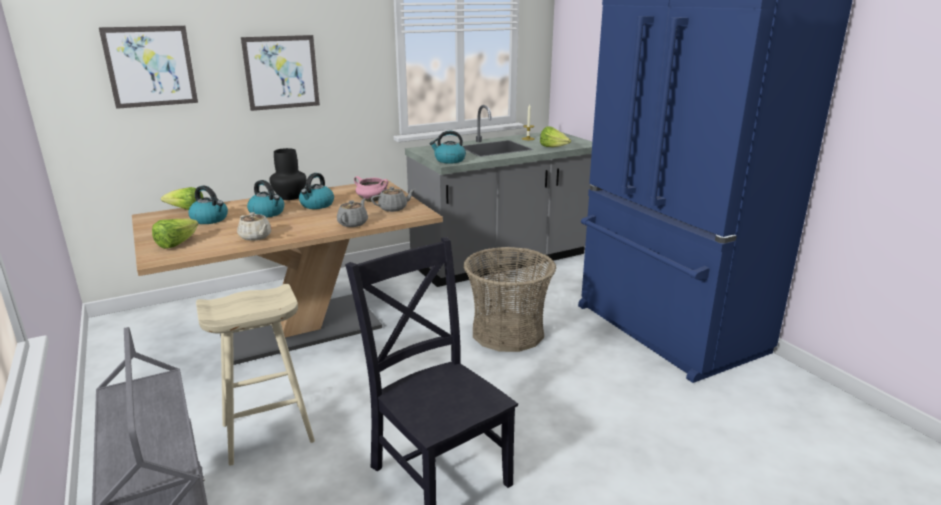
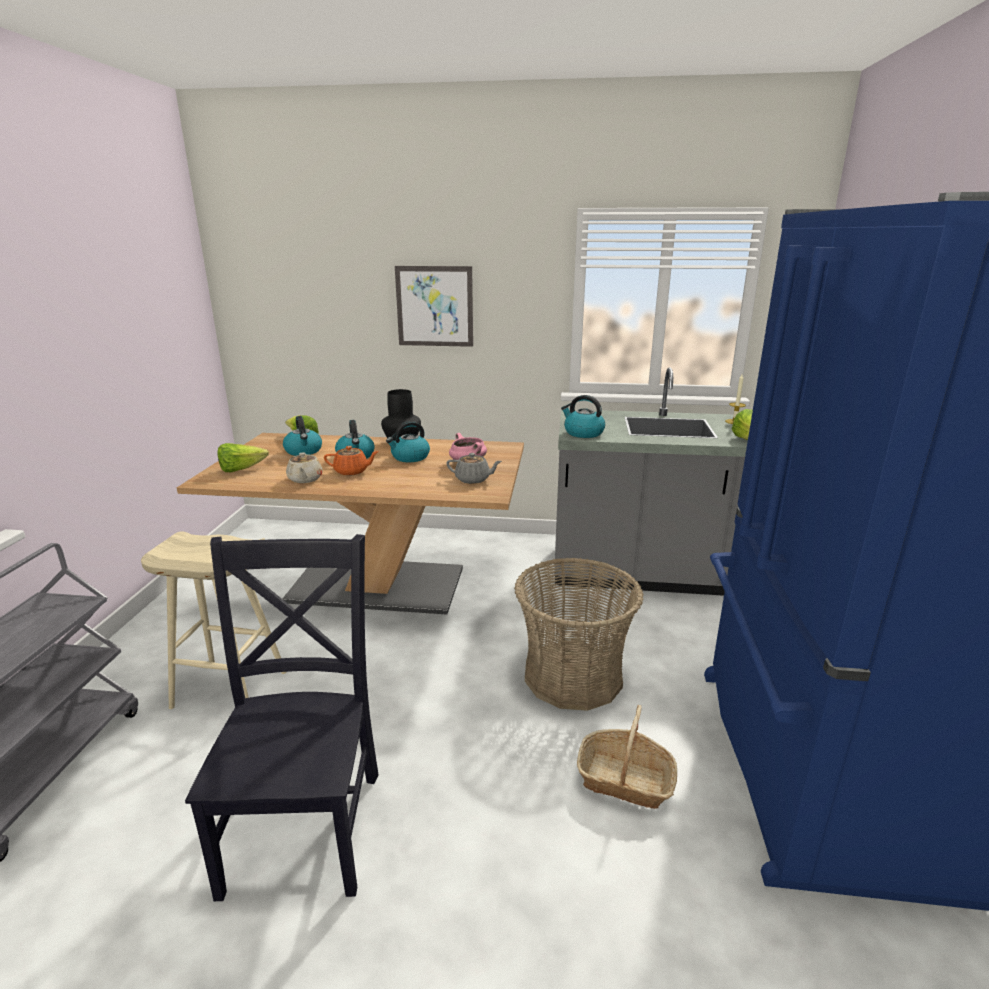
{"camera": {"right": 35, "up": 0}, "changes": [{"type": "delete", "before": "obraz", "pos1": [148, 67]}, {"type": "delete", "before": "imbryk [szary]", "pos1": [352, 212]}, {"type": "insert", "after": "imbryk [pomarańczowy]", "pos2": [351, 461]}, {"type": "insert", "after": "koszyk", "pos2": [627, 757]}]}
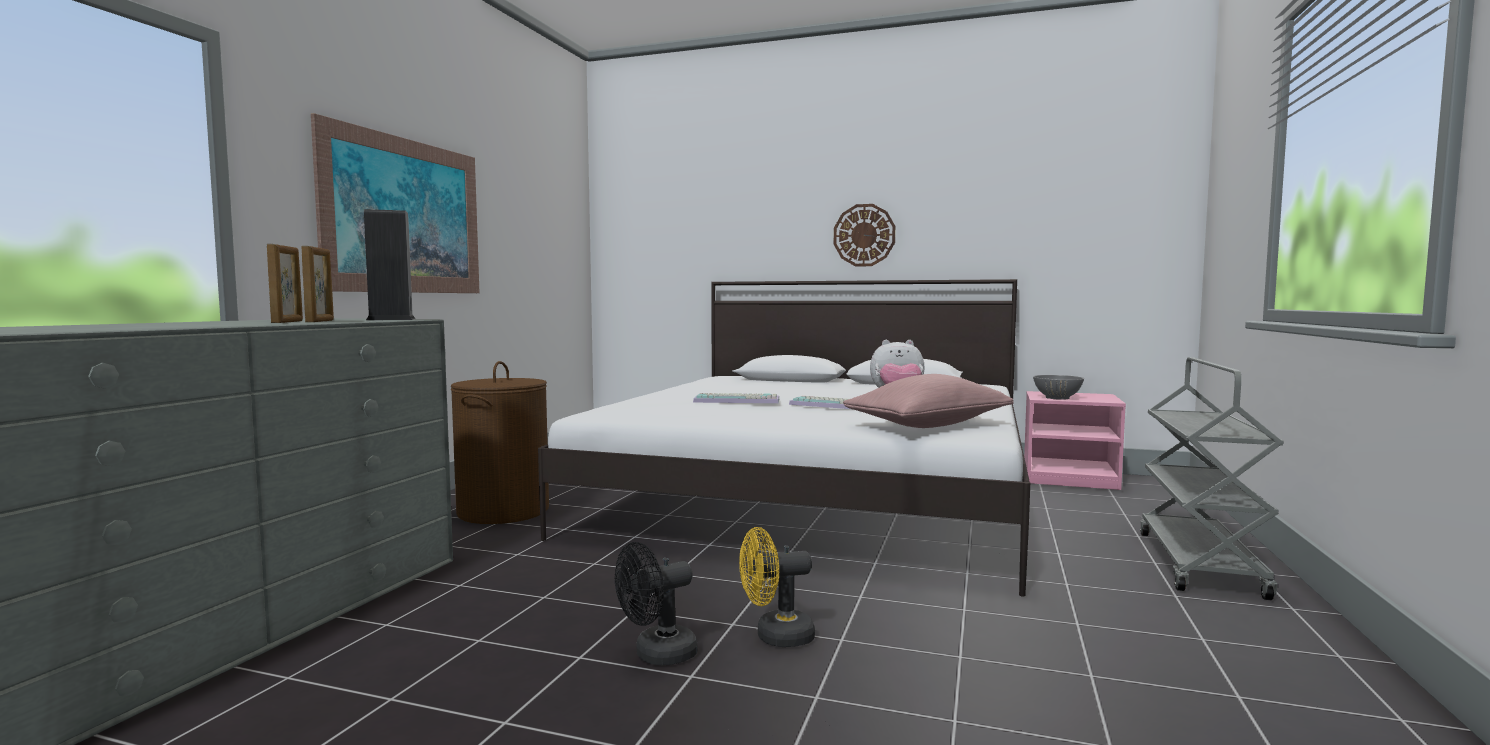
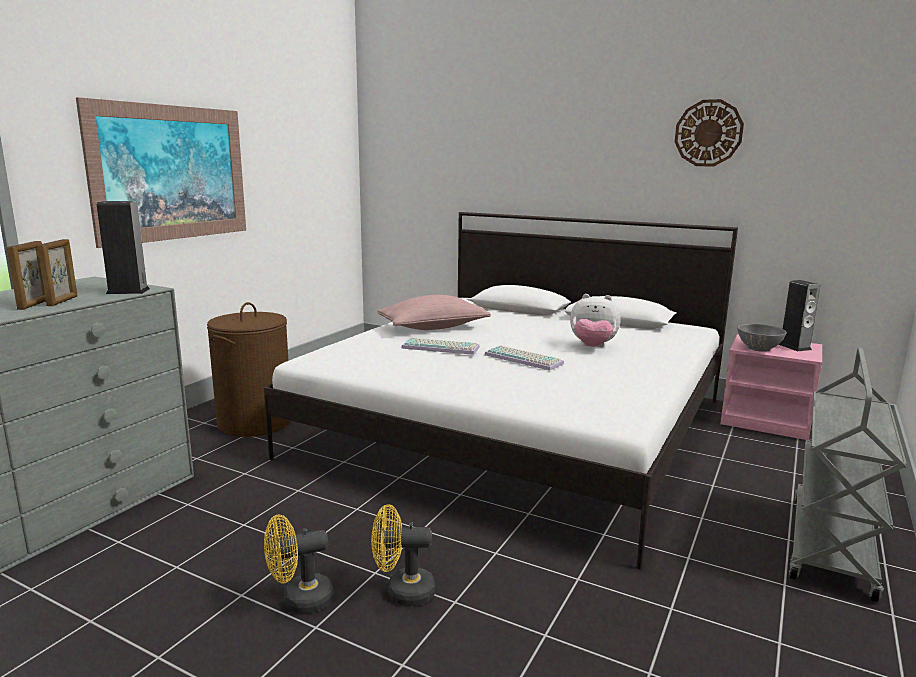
{"camera": {"right": 10, "up": 10}, "changes": [{"type": "insert", "after": "głośnik", "pos2": [799, 315]}, {"type": "move", "before": "zegar ścienny", "pos1": [864, 235], "pos2": [709, 133]}, {"type": "move", "before": "poduszka [różowy]", "pos1": [928, 401], "pos2": [434, 312]}, {"type": "recolor", "before": "wentylator [czarny]", "after": "wentylator [żółty]", "pos1": [656, 603], "pos2": [299, 564]}]}
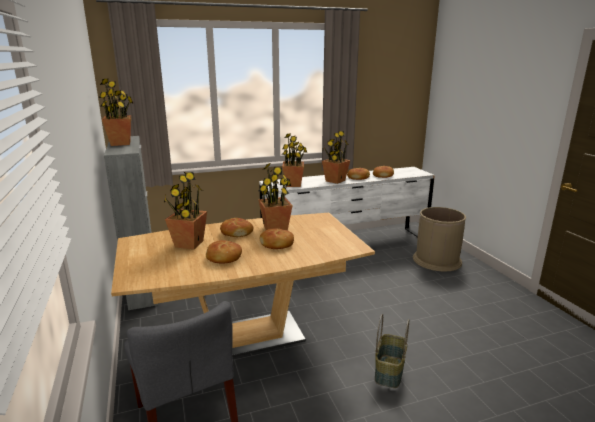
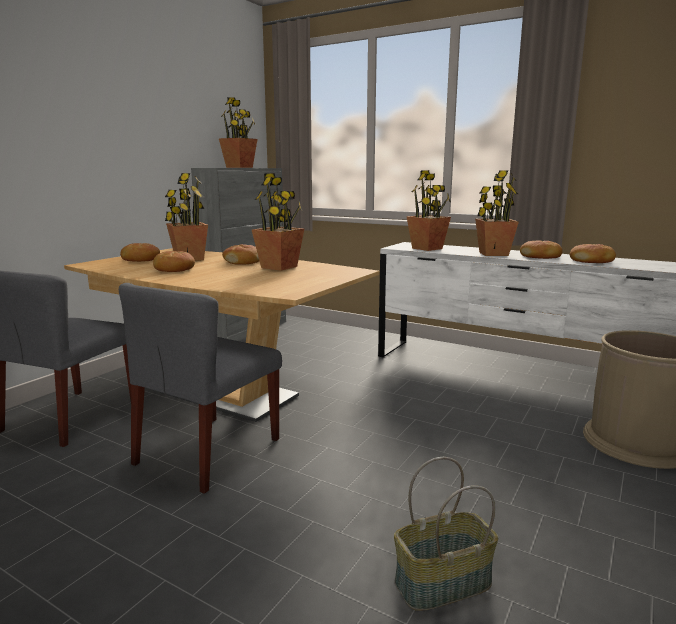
{"camera": {"right": 50, "up": -5}, "changes": [{"type": "insert", "after": "krzesło [szary]", "pos2": [200, 388]}, {"type": "move", "before": "chleb", "pos1": [277, 239], "pos2": [140, 252]}, {"type": "move", "before": "koszyk", "pos1": [392, 351], "pos2": [446, 534]}]}
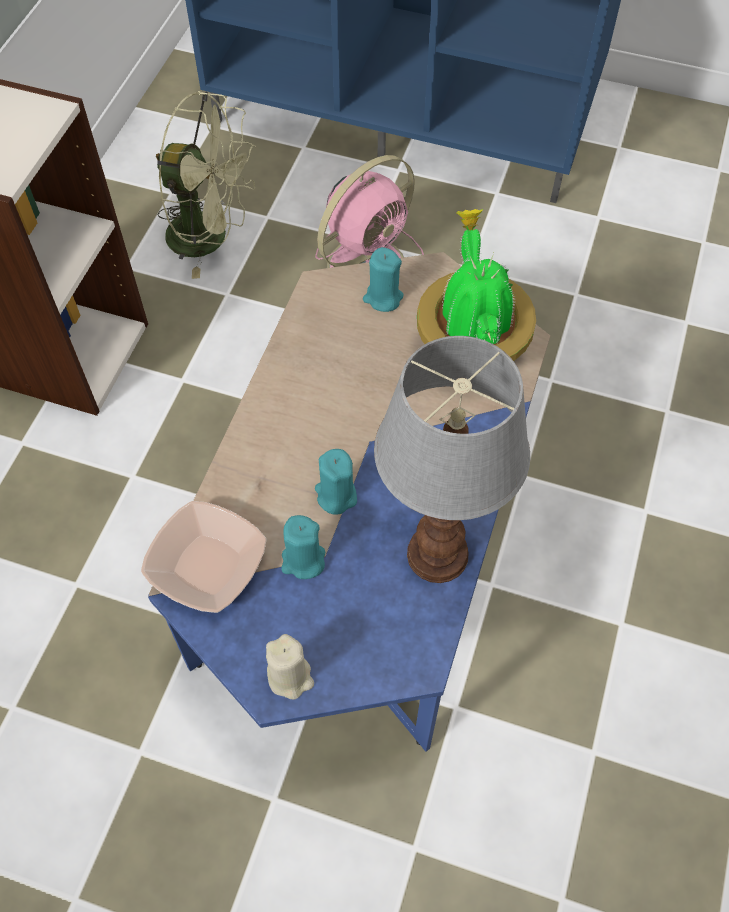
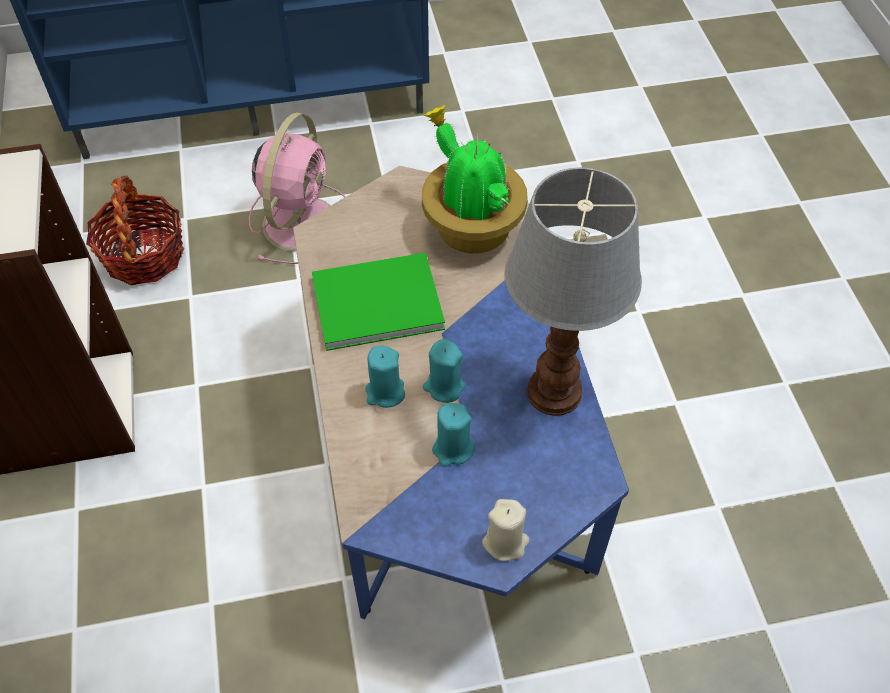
{"camera": {"right": -30, "up": -5}, "changes": [{"type": "delete", "before": "miska", "pos1": [203, 557]}, {"type": "insert", "after": "książka [zielony]", "pos2": [378, 302]}, {"type": "move", "before": "świeca [turkusowy]", "pos1": [383, 279], "pos2": [385, 377]}, {"type": "replace", "before": "wentylator [zielony]", "after": "koszyk", "pos1": [206, 185], "pos2": [135, 230]}]}
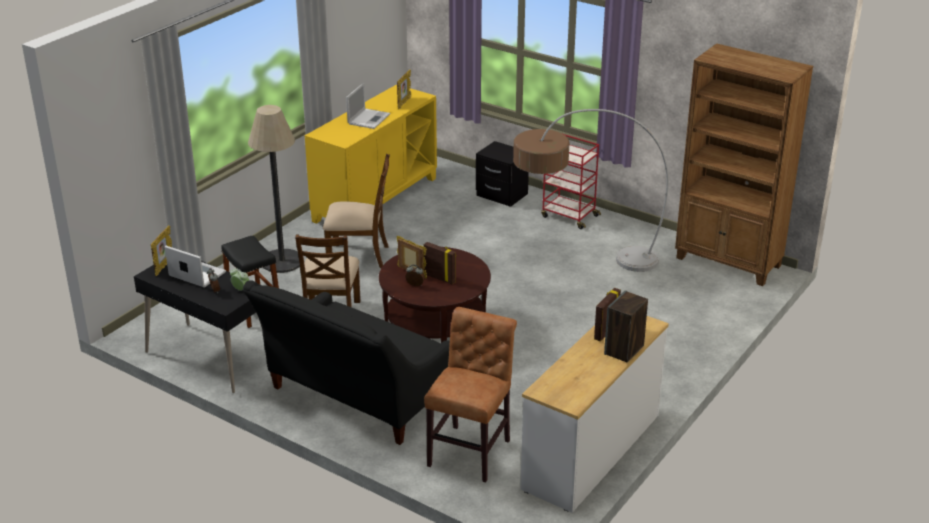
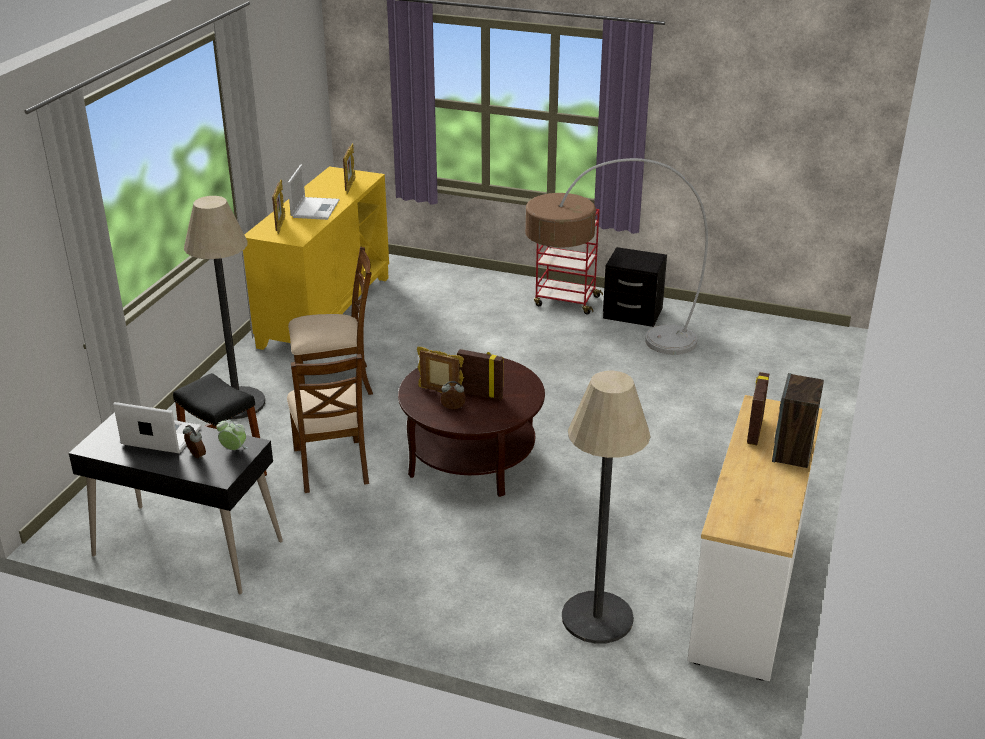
{"camera": {"right": -15, "up": 0}, "changes": [{"type": "delete", "before": "kanapa [czarny]", "pos1": [346, 362]}, {"type": "delete", "before": "regał [brązowy]", "pos1": [744, 164]}, {"type": "move", "before": "ramka na zdjęcie", "pos1": [161, 250], "pos2": [278, 207]}, {"type": "move", "before": "szafka nocna [czarny]", "pos1": [502, 174], "pos2": [635, 287]}, {"type": "replace", "before": "krzesło [brązowy]", "after": "lampa stojąca", "pos1": [470, 394], "pos2": [606, 507]}]}
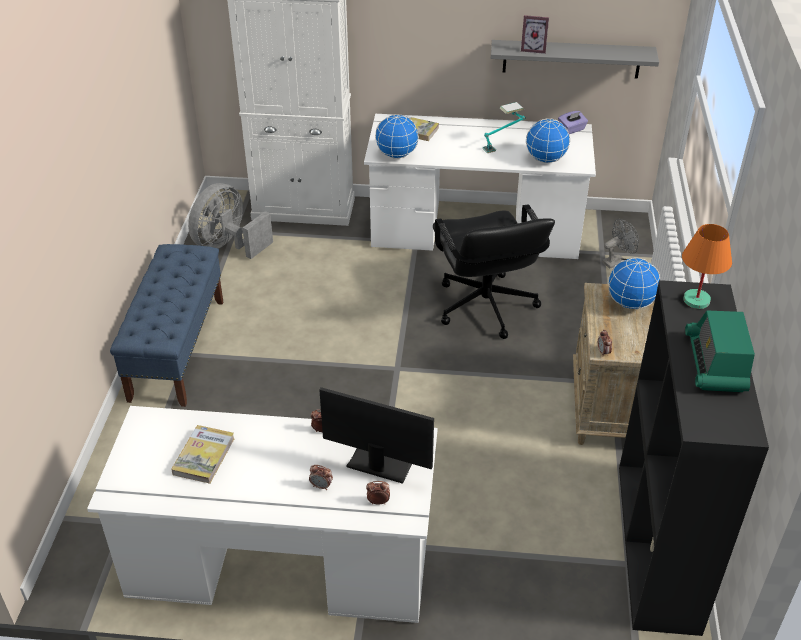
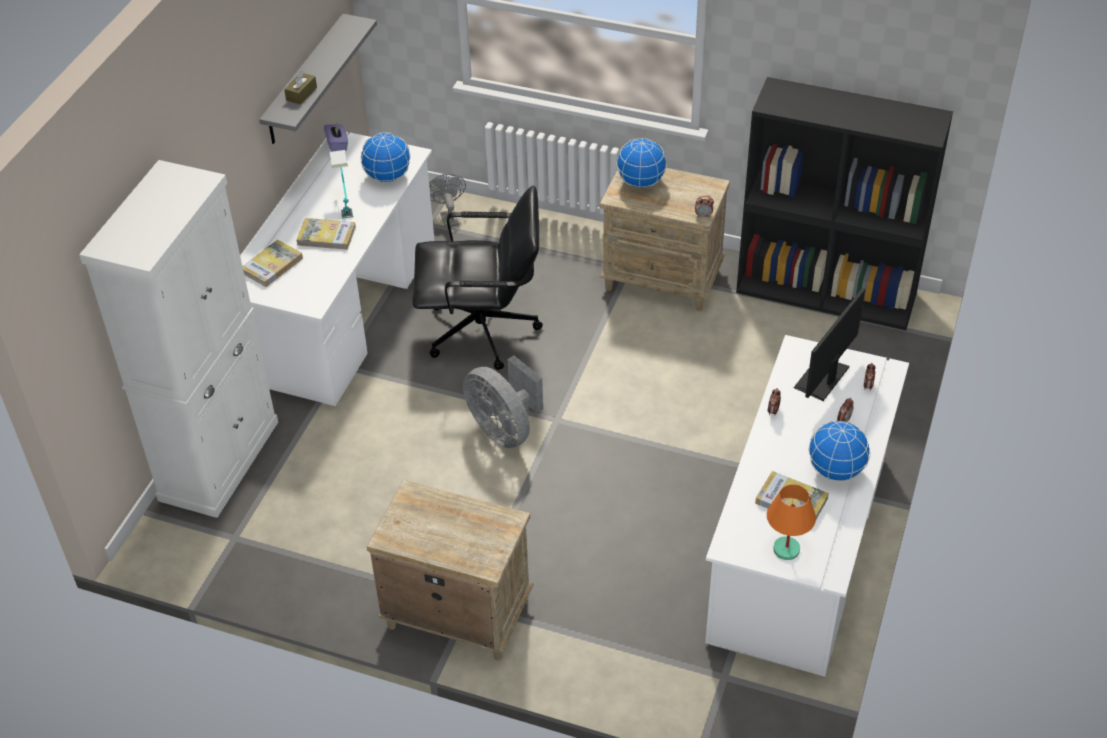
{"camera": {"right": -75, "up": 5}, "changes": [{"type": "delete", "before": "radio", "pos1": [720, 351]}, {"type": "insert", "after": "książka", "pos2": [326, 234]}, {"type": "move", "before": "wentylator [szary]", "pos1": [230, 221], "pos2": [503, 401]}, {"type": "move", "before": "globus", "pos1": [397, 136], "pos2": [839, 451]}, {"type": "move", "before": "lampa stołowa [pomarańczowy]", "pos1": [707, 266], "pos2": [791, 522]}, {"type": "replace", "before": "ławka [niebieski]", "after": "szafka nocna [beżowy]", "pos1": [166, 325], "pos2": [450, 570]}, {"type": "replace", "before": "ramka na zdjęcie", "after": "pudełko chusteczek [brązowy]", "pos1": [535, 34], "pos2": [300, 87]}]}
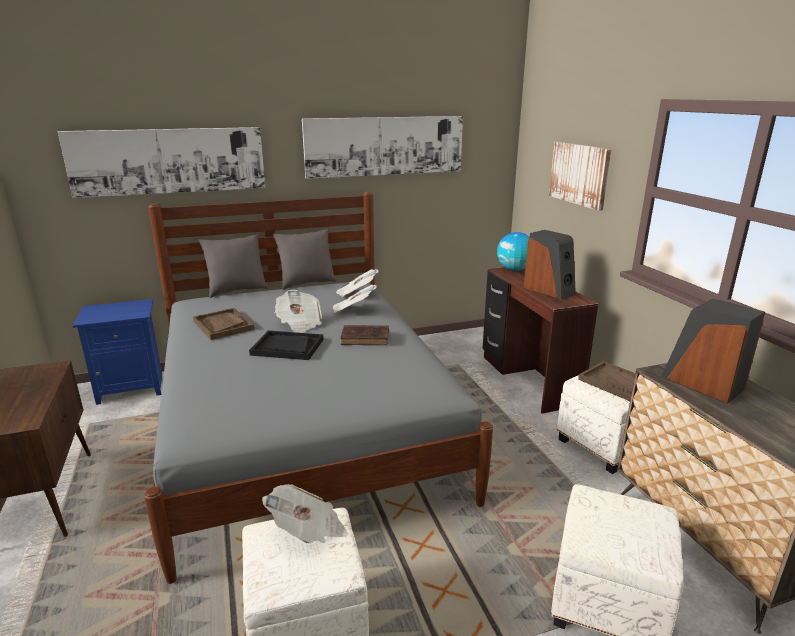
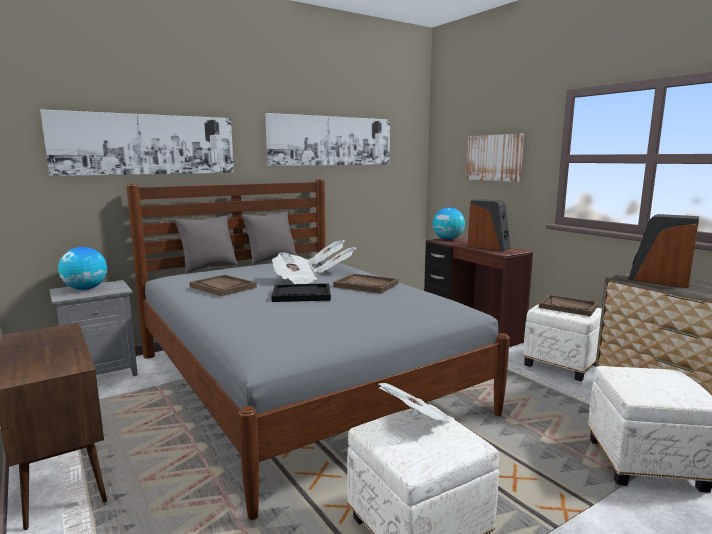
{"camera": {"right": -15, "up": -10}, "changes": [{"type": "insert", "after": "globus", "pos2": [82, 268]}, {"type": "replace", "before": "książka [brązowy]", "after": "taca [brązowy]", "pos1": [365, 335], "pos2": [365, 283]}, {"type": "recolor", "before": "szafka nocna [niebieski]", "after": "szafka nocna [szary]", "pos1": [117, 352], "pos2": [93, 328]}]}
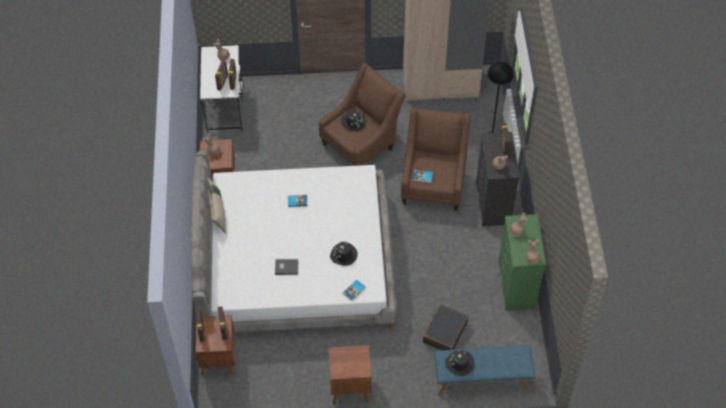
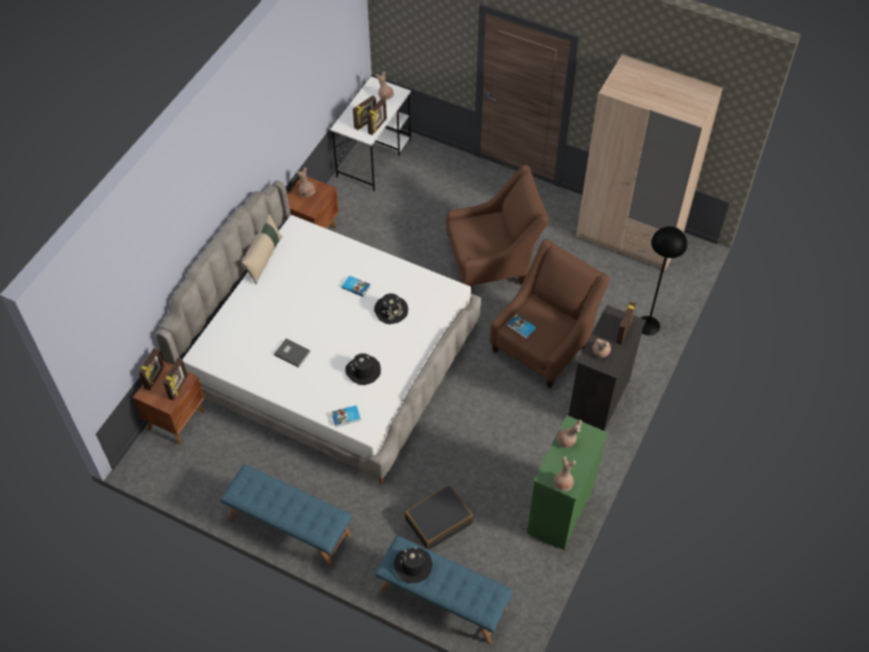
{"camera": {"right": 30, "up": 0}, "changes": [{"type": "move", "before": "kapelusz [czarny]", "pos1": [354, 120], "pos2": [391, 308]}, {"type": "replace", "before": "szafka nocna [brązowy]", "after": "ławka [niebieski]", "pos1": [350, 374], "pos2": [286, 515]}]}
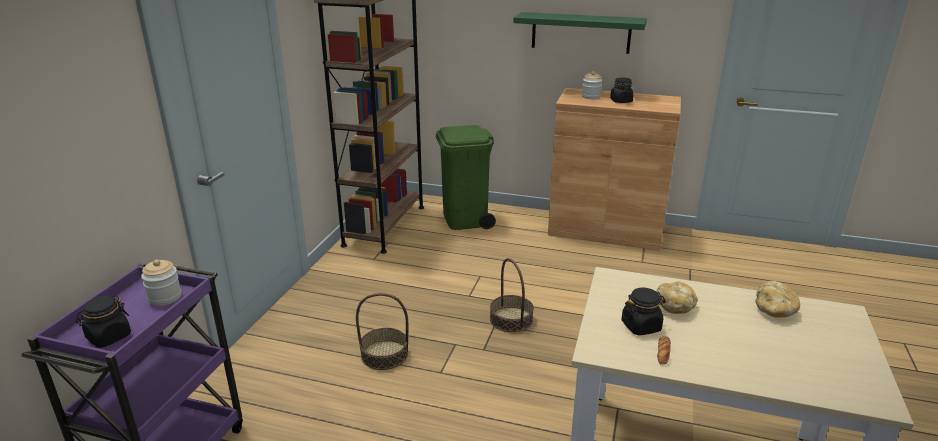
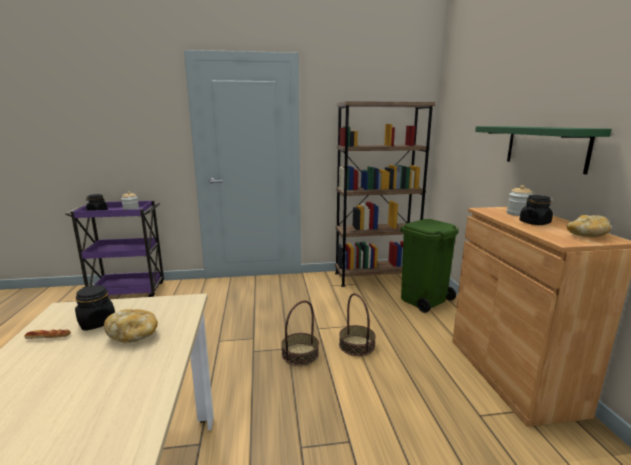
{"camera": {"right": 65, "up": -10}, "changes": [{"type": "move", "before": "koszyk", "pos1": [382, 331], "pos2": [357, 324]}, {"type": "move", "before": "chleb", "pos1": [777, 298], "pos2": [588, 226]}]}
